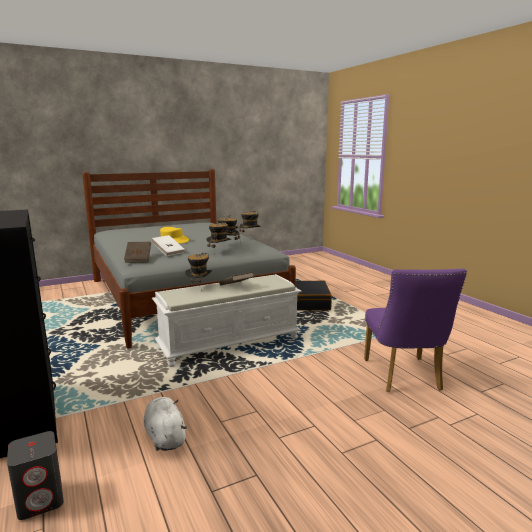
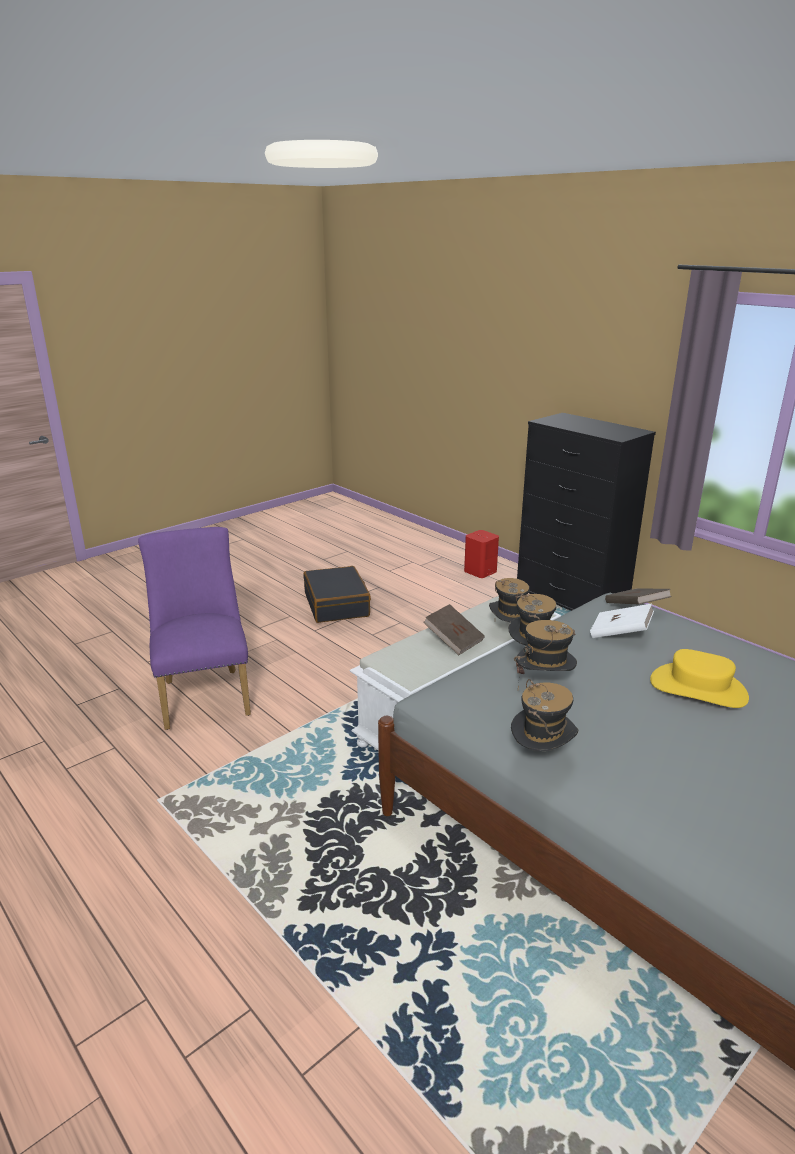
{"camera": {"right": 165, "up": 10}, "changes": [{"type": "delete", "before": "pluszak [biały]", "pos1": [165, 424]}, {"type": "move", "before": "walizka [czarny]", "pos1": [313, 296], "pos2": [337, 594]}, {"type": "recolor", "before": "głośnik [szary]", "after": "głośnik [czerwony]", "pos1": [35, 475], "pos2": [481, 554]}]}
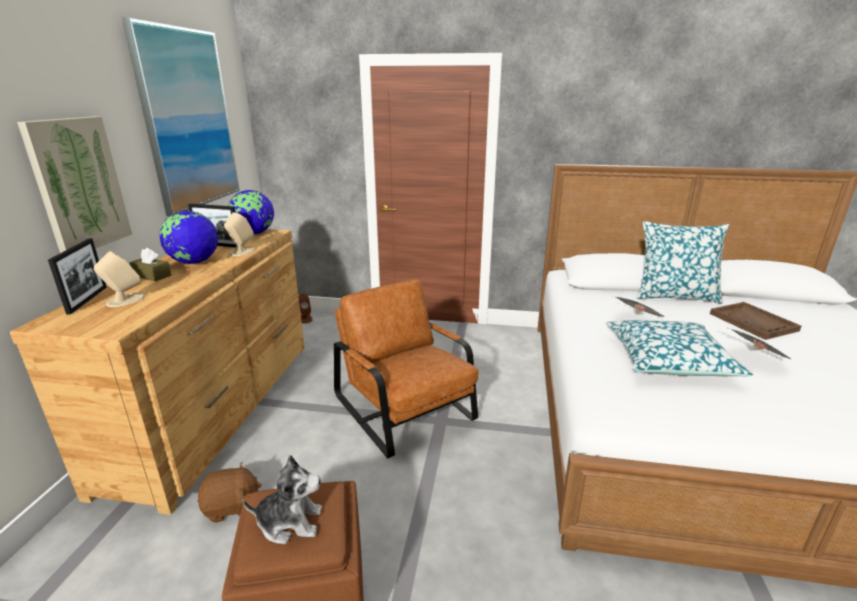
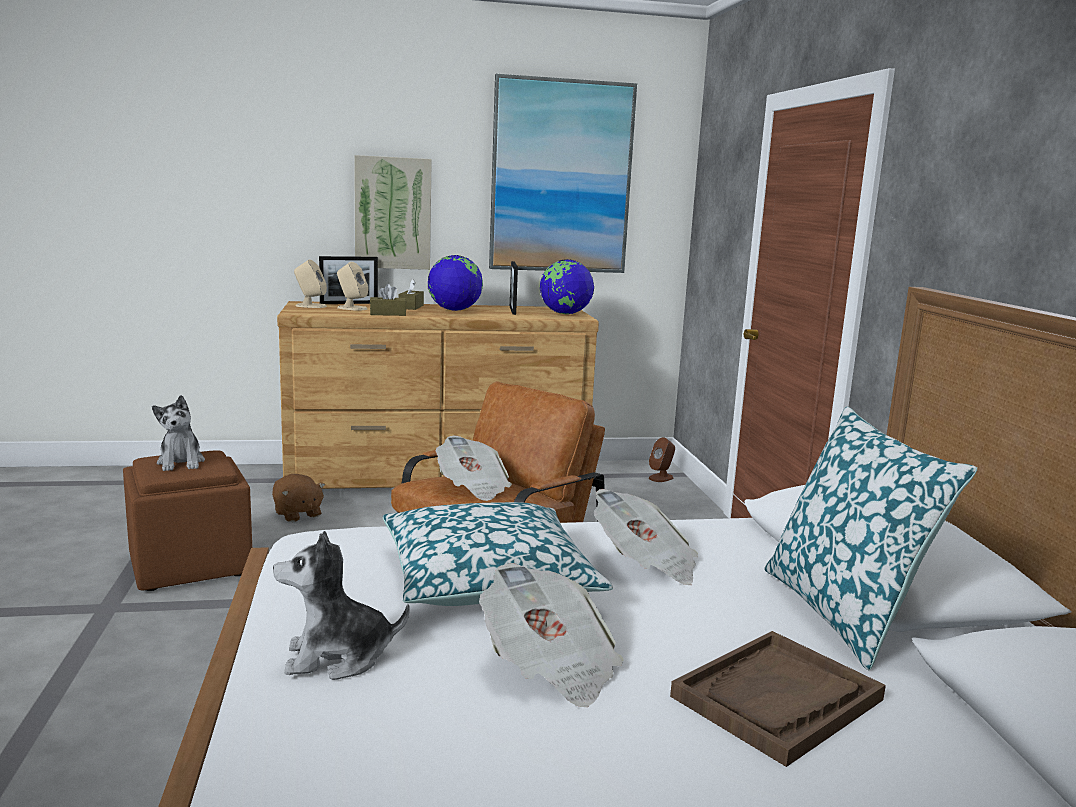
{"camera": {"right": 70, "up": -10}, "changes": [{"type": "insert", "after": "pluszak", "pos2": [341, 605]}, {"type": "insert", "after": "pudełko chusteczek [brązowy]", "pos2": [388, 300]}, {"type": "insert", "after": "gazeta", "pos2": [474, 468]}, {"type": "move", "before": "głośnik [beżowy]", "pos1": [239, 234], "pos2": [310, 284]}]}
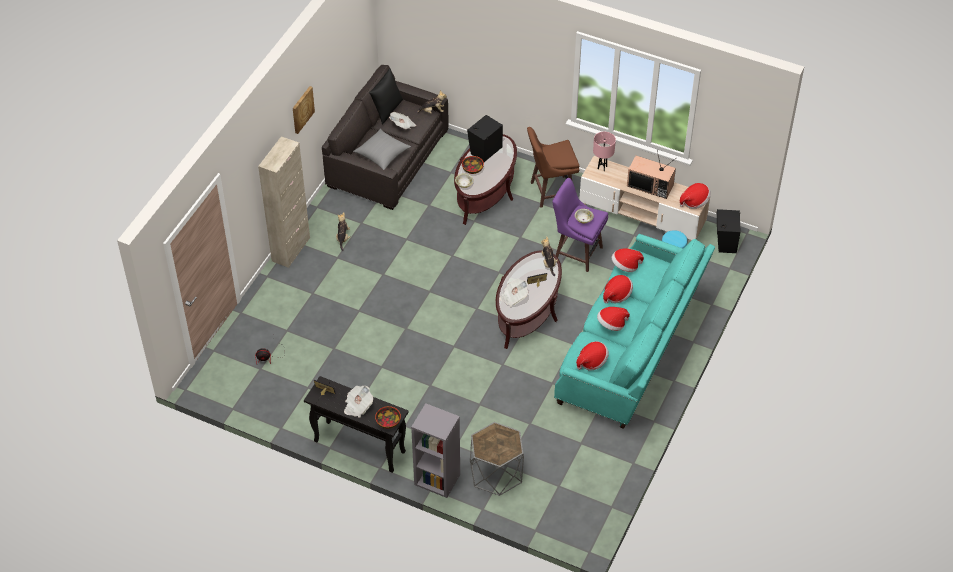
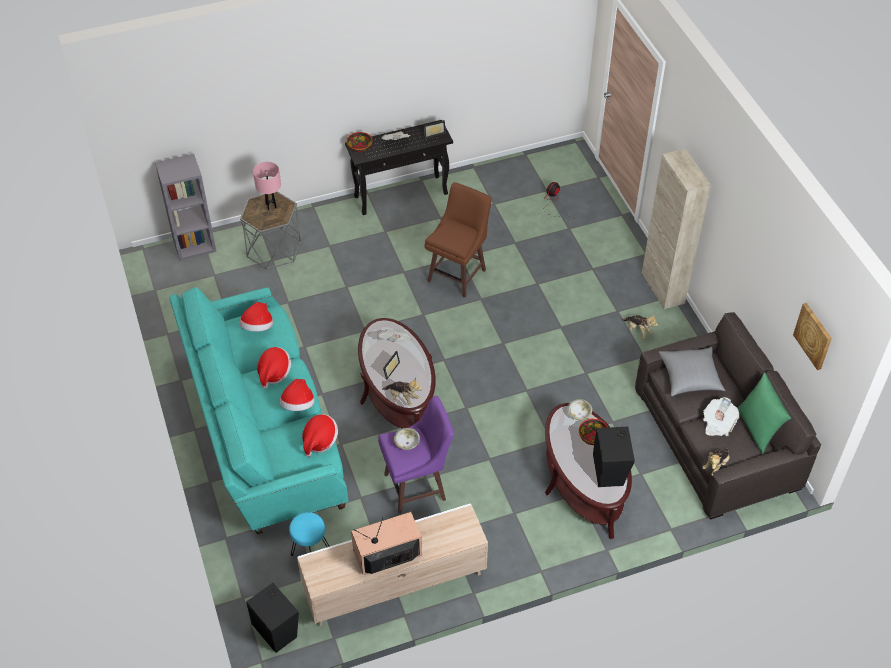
{"camera": {"right": 135, "up": 0}, "changes": [{"type": "delete", "before": "kapelusz", "pos1": [695, 196]}, {"type": "move", "before": "obraz", "pos1": [304, 110], "pos2": [812, 336]}, {"type": "move", "before": "regał [szary]", "pos1": [435, 450], "pos2": [186, 207]}, {"type": "move", "before": "stołek [brązowy]", "pos1": [553, 167], "pos2": [458, 240]}, {"type": "move", "before": "lampa stołowa [różowy]", "pos1": [604, 151], "pos2": [267, 186]}, {"type": "recolor", "before": "poduszka [czarny]", "after": "poduszka [zielony]", "pos1": [386, 96], "pos2": [764, 413]}]}
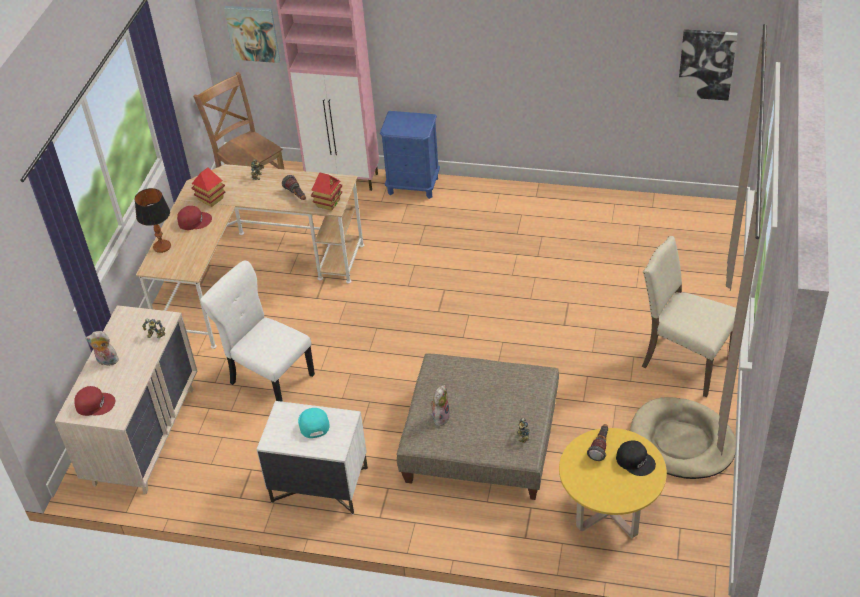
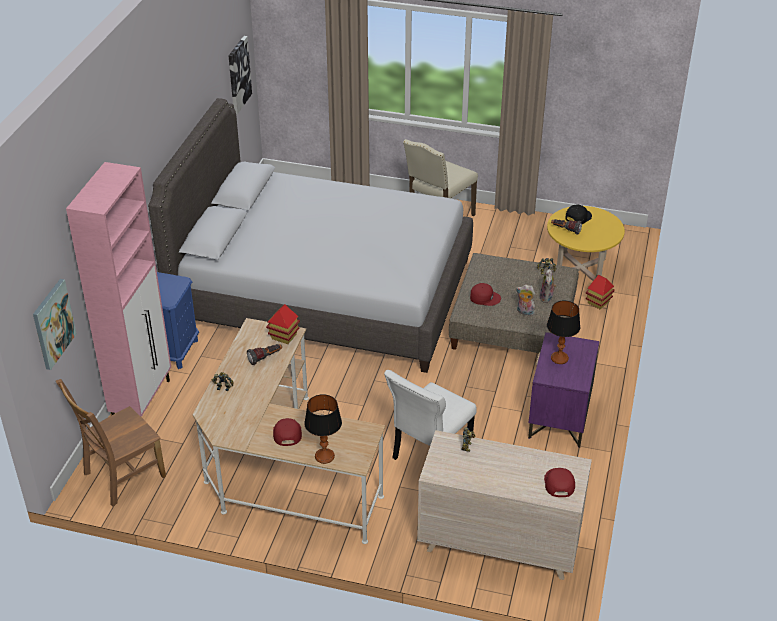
{"camera": {"right": -90, "up": -5}, "changes": [{"type": "delete", "before": "legowisko [beżowy]", "pos1": [683, 438]}, {"type": "insert", "after": "łóżko [szary]", "pos2": [310, 235]}, {"type": "insert", "after": "czapka z daszkiem [czerwony]", "pos2": [485, 294]}, {"type": "move", "before": "pluszak", "pos1": [102, 348], "pos2": [548, 286]}, {"type": "move", "before": "domek", "pos1": [208, 187], "pos2": [600, 292]}, {"type": "replace", "before": "czapka z daszkiem [turkusowy]", "after": "lampa stołowa", "pos1": [314, 423], "pos2": [563, 332]}, {"type": "recolor", "before": "szafka nocna [biały]", "after": "szafka nocna [fioletowy]", "pos1": [312, 457], "pos2": [564, 390]}]}
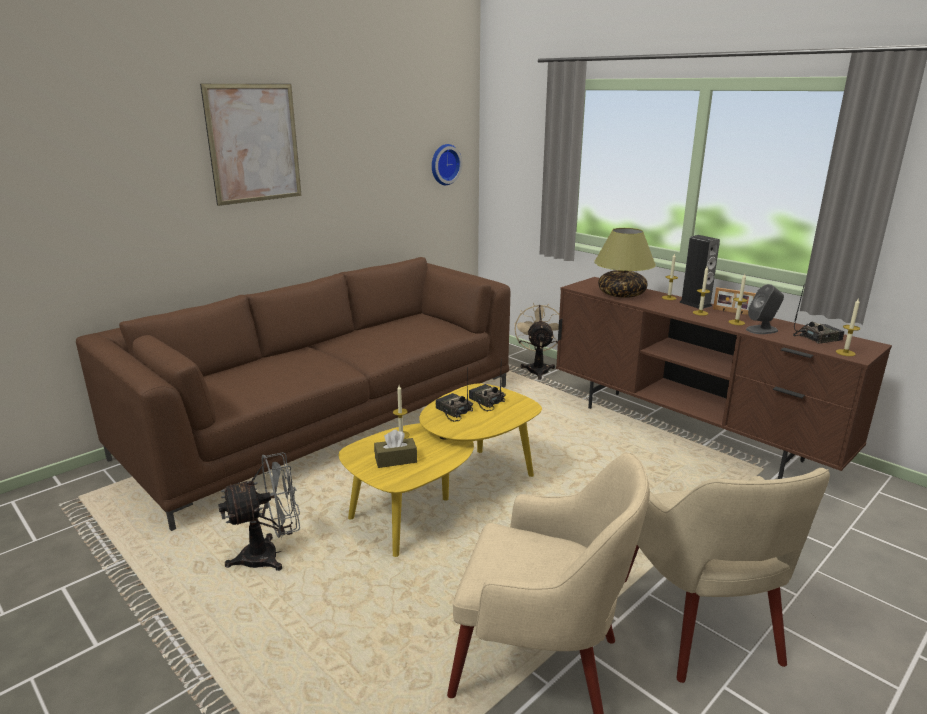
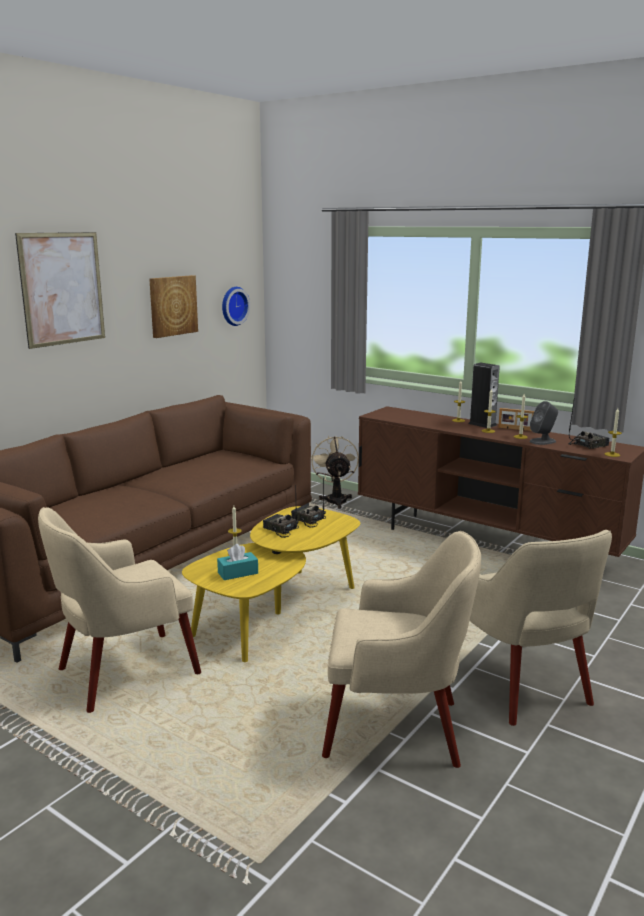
{"camera": {"right": -10, "up": -5}, "changes": [{"type": "delete", "before": "lampa stołowa", "pos1": [625, 263]}, {"type": "insert", "after": "obraz", "pos2": [173, 306]}, {"type": "replace", "before": "wentylator [szary]", "after": "fotel [beżowy]", "pos1": [259, 511], "pos2": [119, 610]}, {"type": "recolor", "before": "pudełko chusteczek [brązowy]", "after": "pudełko chusteczek [turkusowy]", "pos1": [395, 448], "pos2": [237, 562]}]}
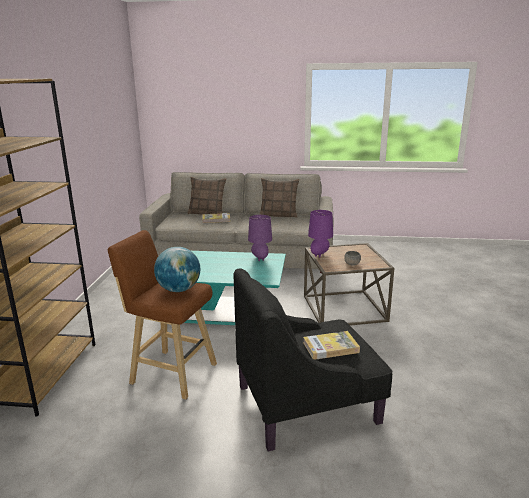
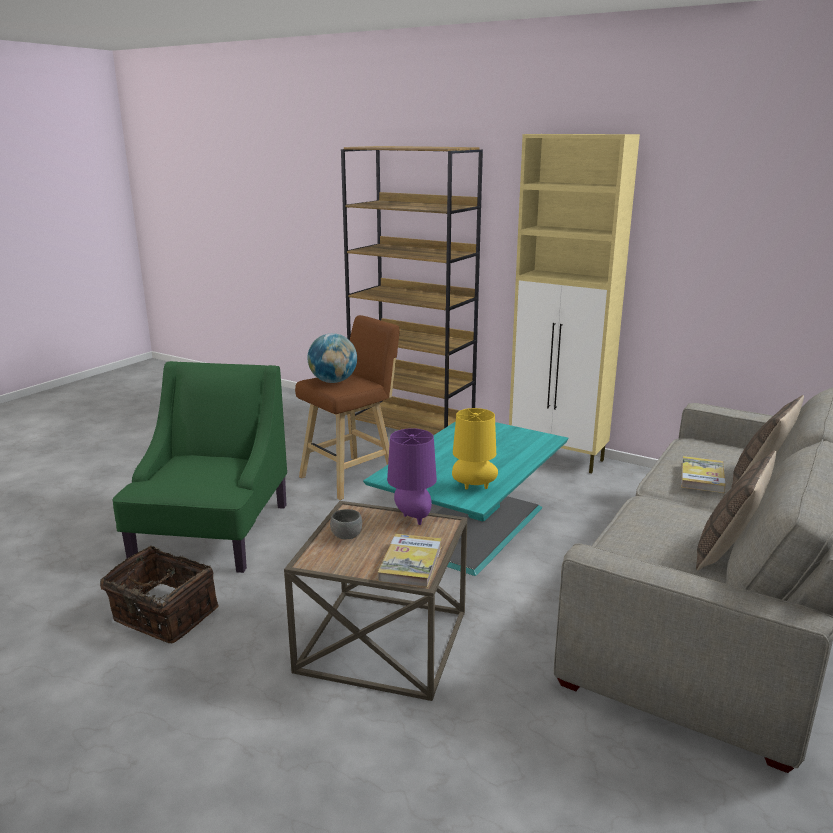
{"camera": {"right": 115, "up": 0}, "changes": [{"type": "insert", "after": "koszyk", "pos2": [159, 595]}, {"type": "insert", "after": "szafka [beżowy]", "pos2": [574, 304]}, {"type": "move", "before": "książka", "pos1": [331, 345], "pos2": [410, 560]}, {"type": "recolor", "before": "fotel [czarny]", "after": "fotel [zielony]", "pos1": [313, 360], "pos2": [200, 467]}, {"type": "recolor", "before": "lampa stołowa [fioletowy]", "after": "lampa stołowa [żółty]", "pos1": [260, 238], "pos2": [475, 448]}]}
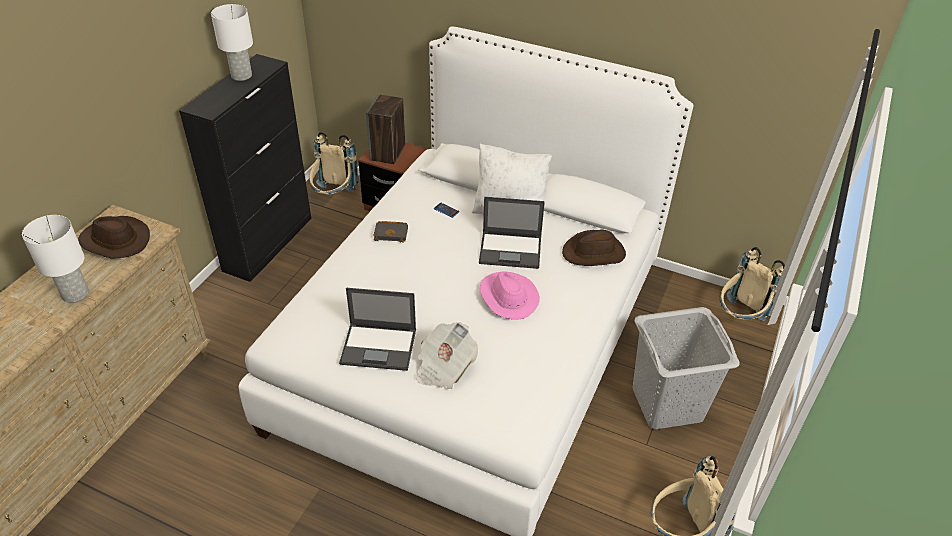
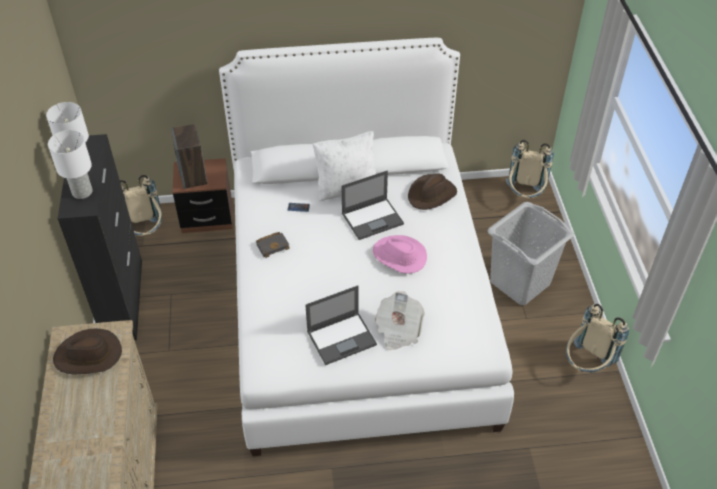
{"camera": {"right": -30, "up": 5}, "changes": [{"type": "move", "before": "lampa stołowa [biały]", "pos1": [55, 259], "pos2": [70, 164]}]}
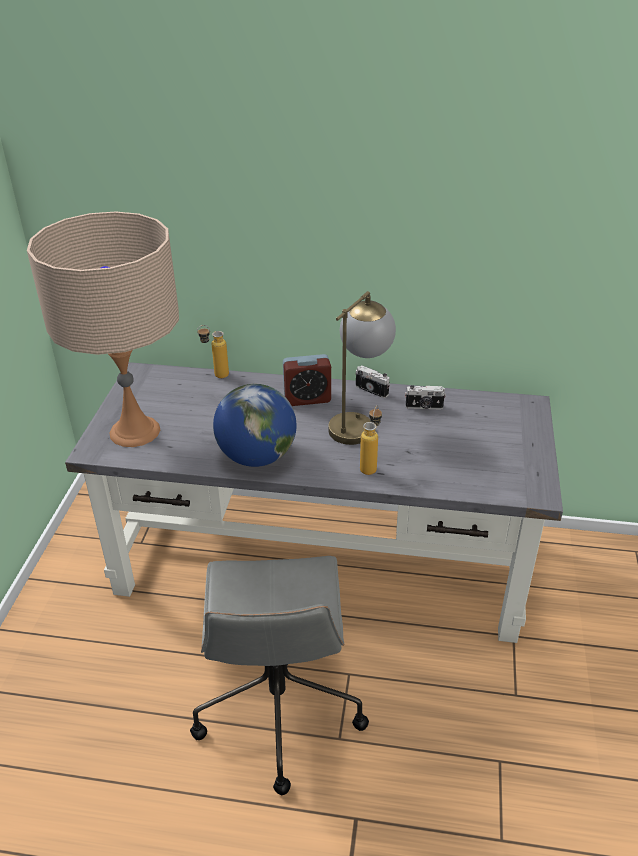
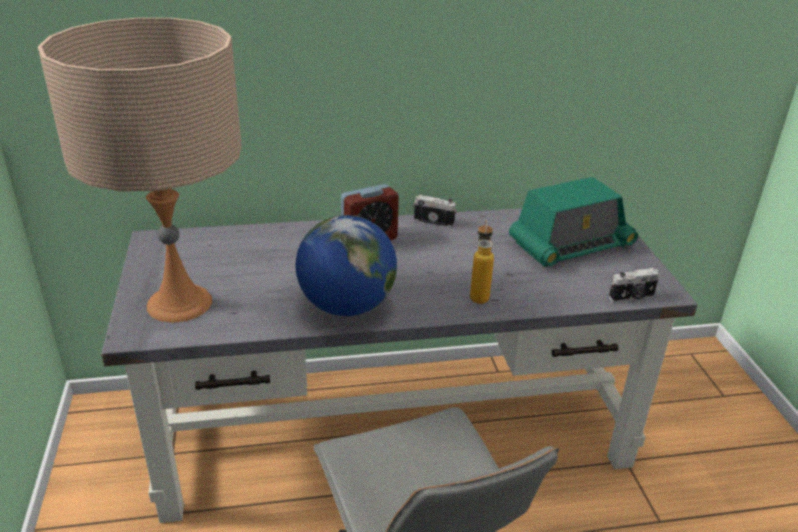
{"camera": {"right": -20, "up": -5}, "changes": [{"type": "delete", "before": "butelka", "pos1": [213, 351]}, {"type": "delete", "before": "lampa stołowa", "pos1": [362, 368]}, {"type": "insert", "after": "radio", "pos2": [573, 222]}, {"type": "move", "before": "aparat fotograficzny", "pos1": [425, 397], "pos2": [634, 285]}]}
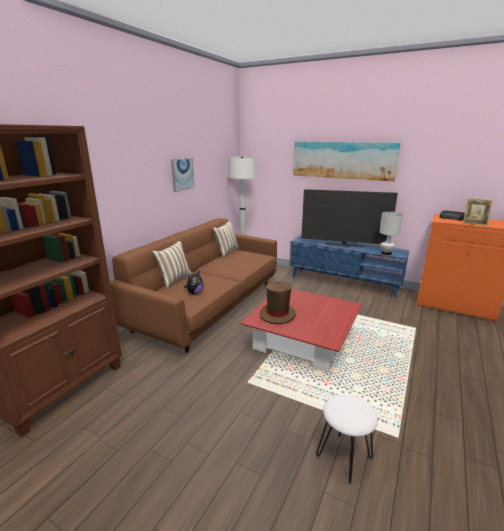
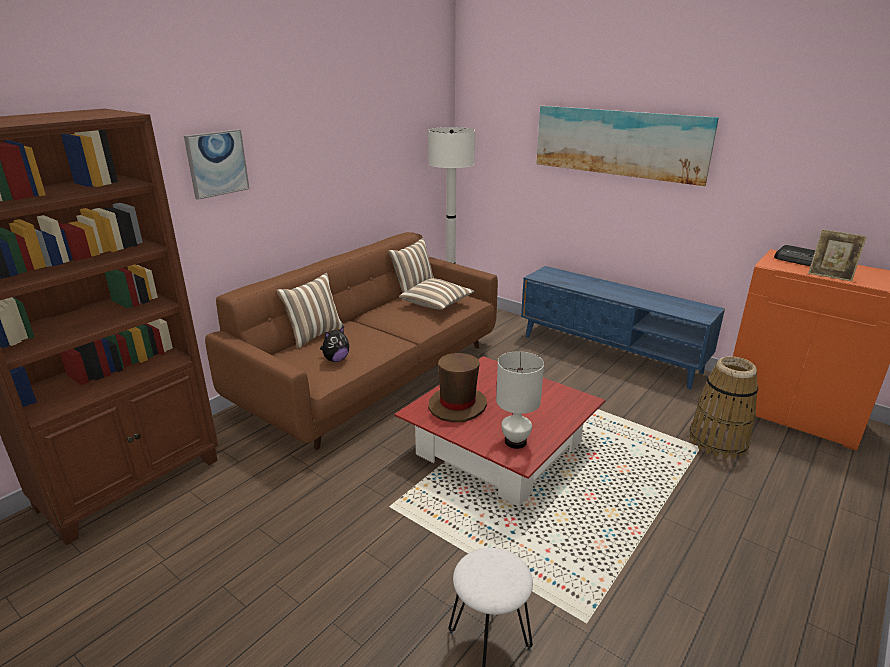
{"camera": {"right": 10, "up": 5}, "changes": [{"type": "delete", "before": "telewizor", "pos1": [349, 218]}, {"type": "insert", "after": "poduszka", "pos2": [436, 294]}, {"type": "insert", "after": "koszyk", "pos2": [723, 407]}, {"type": "move", "before": "obraz", "pos1": [182, 175], "pos2": [216, 164]}, {"type": "move", "before": "lampa stołowa [biały]", "pos1": [391, 233], "pos2": [520, 400]}]}
